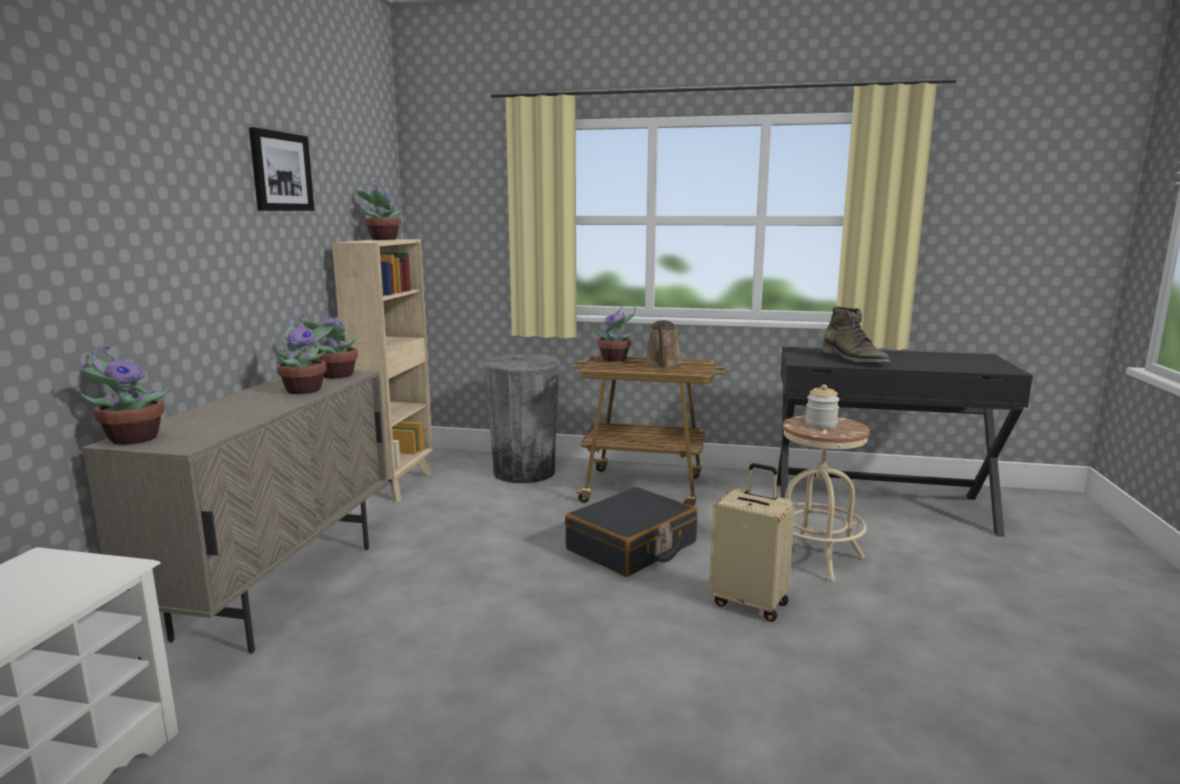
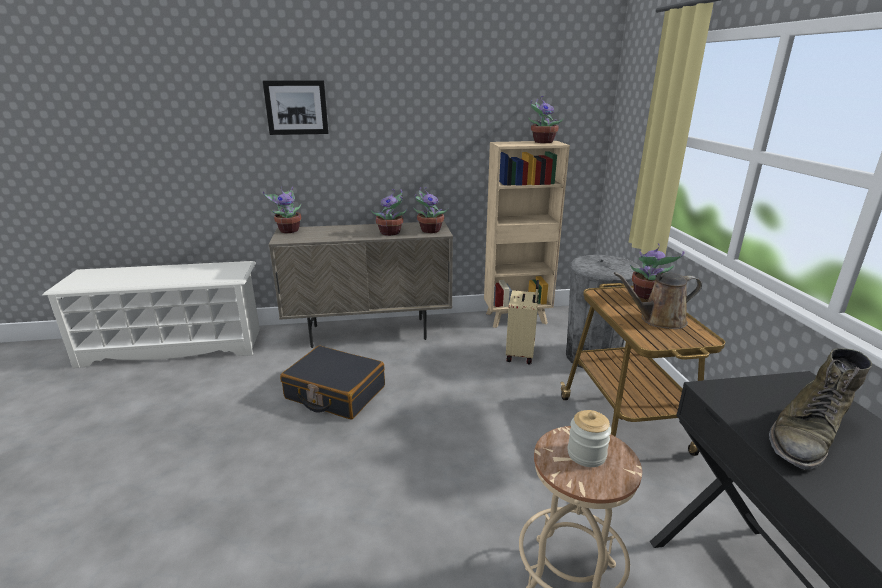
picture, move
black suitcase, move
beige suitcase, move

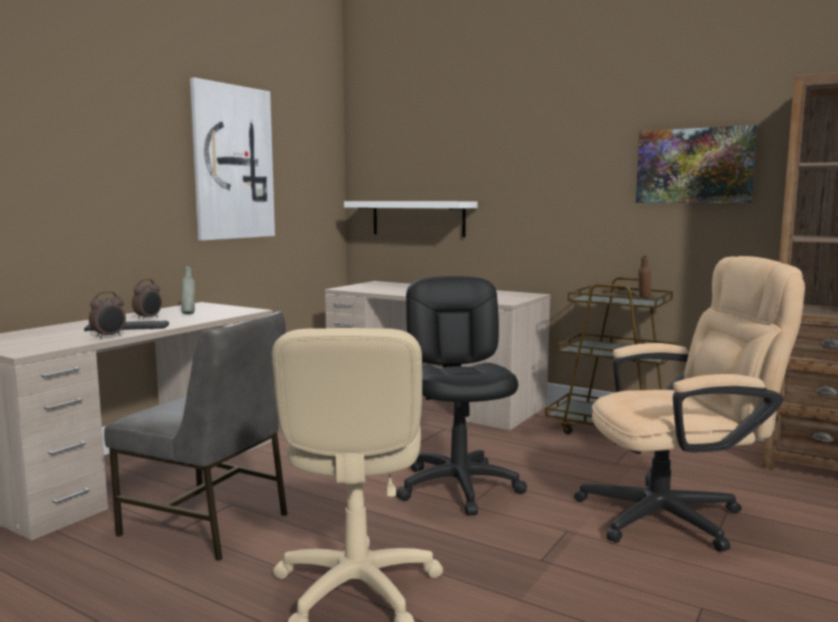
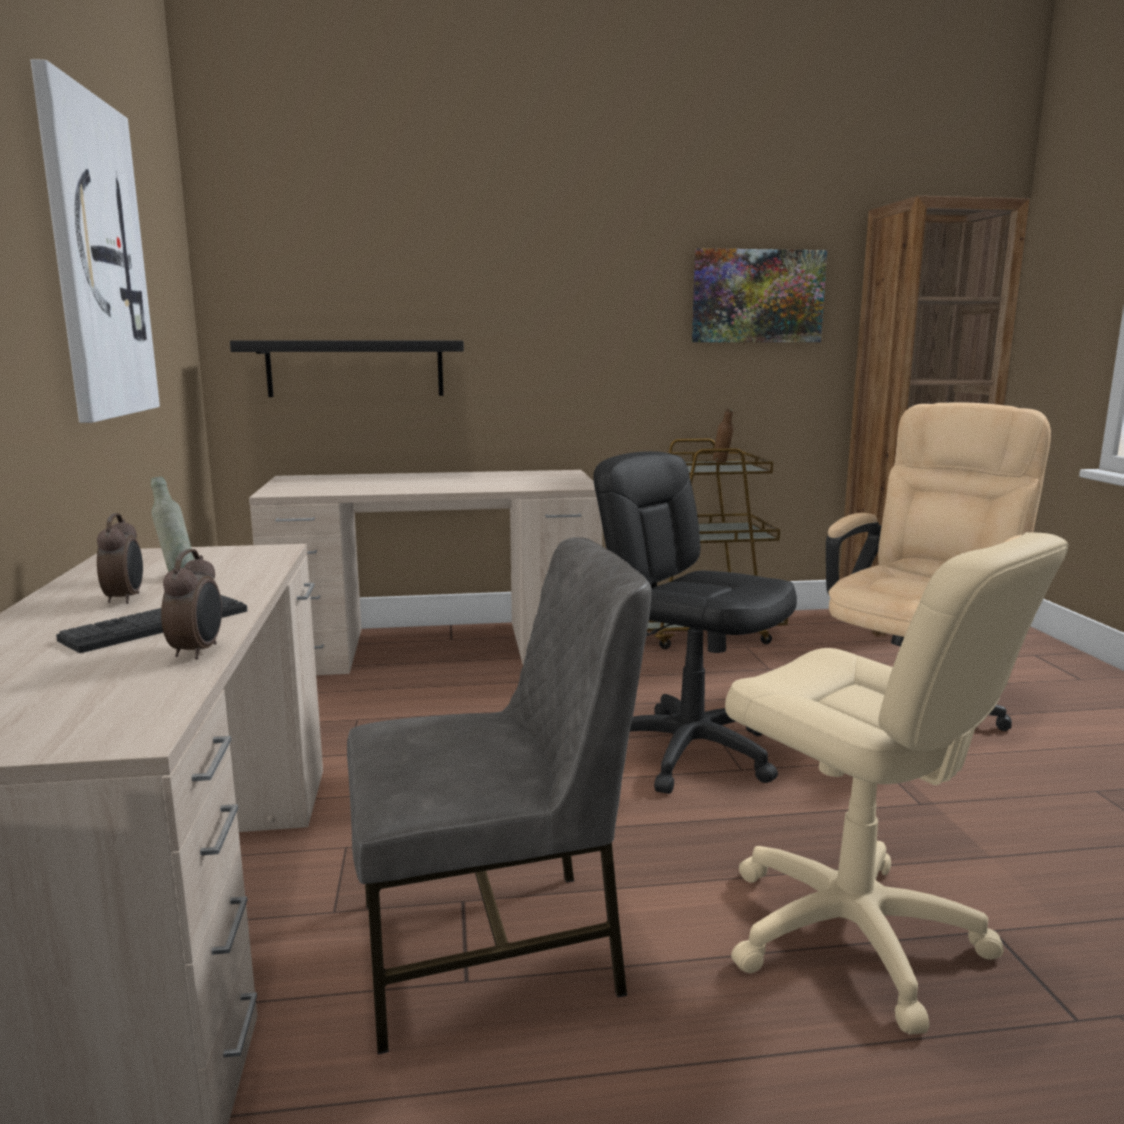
white shelf -> black shelf

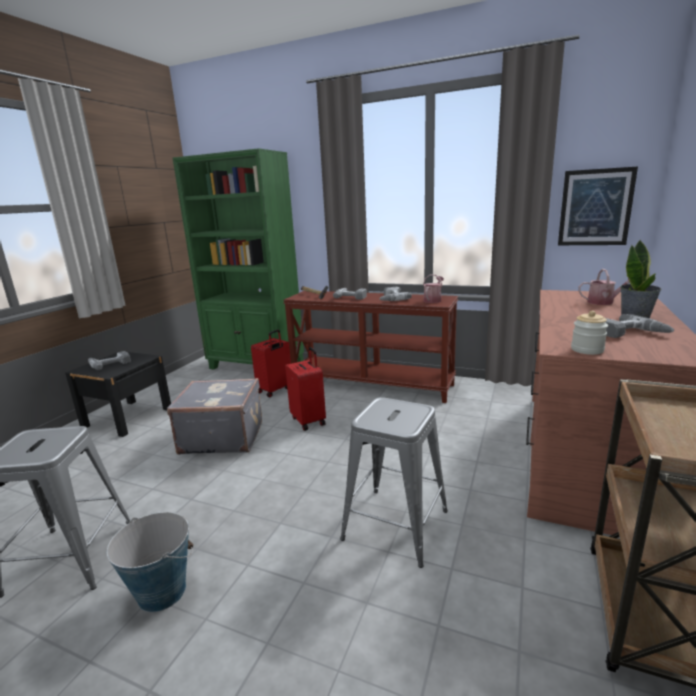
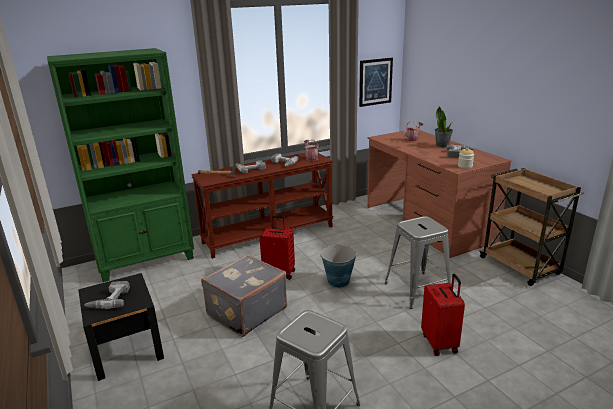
bucket, move
red suitcase (1st from left in the first image) -> red suitcase (2nd from left), move

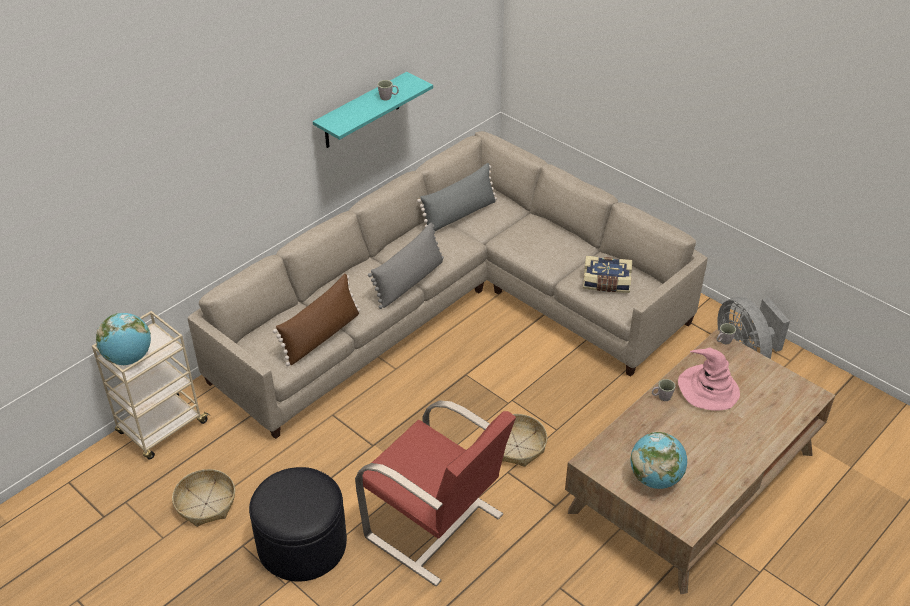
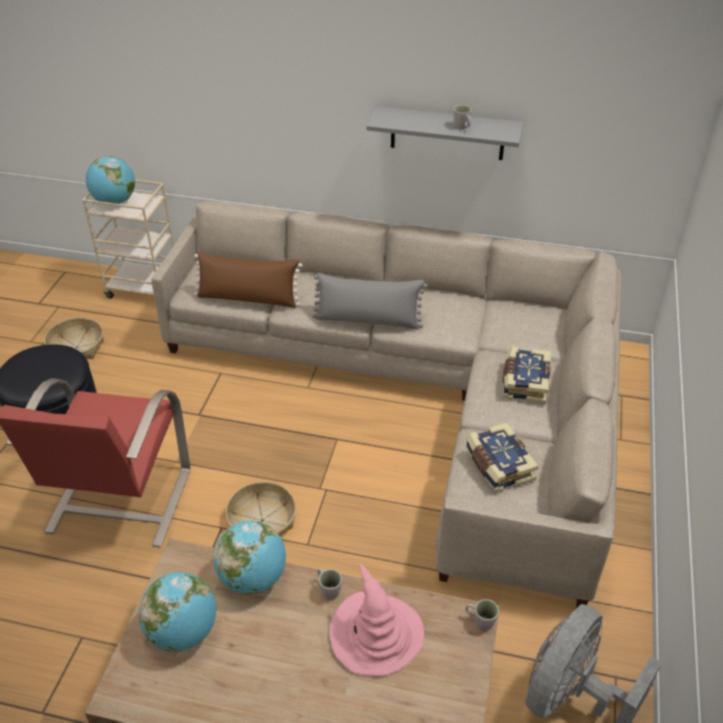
none -> globe (3rd from left)
turquoise shelf -> grey shelf
none -> book (2nd from left)
grey pillow (2nd from left) -> none

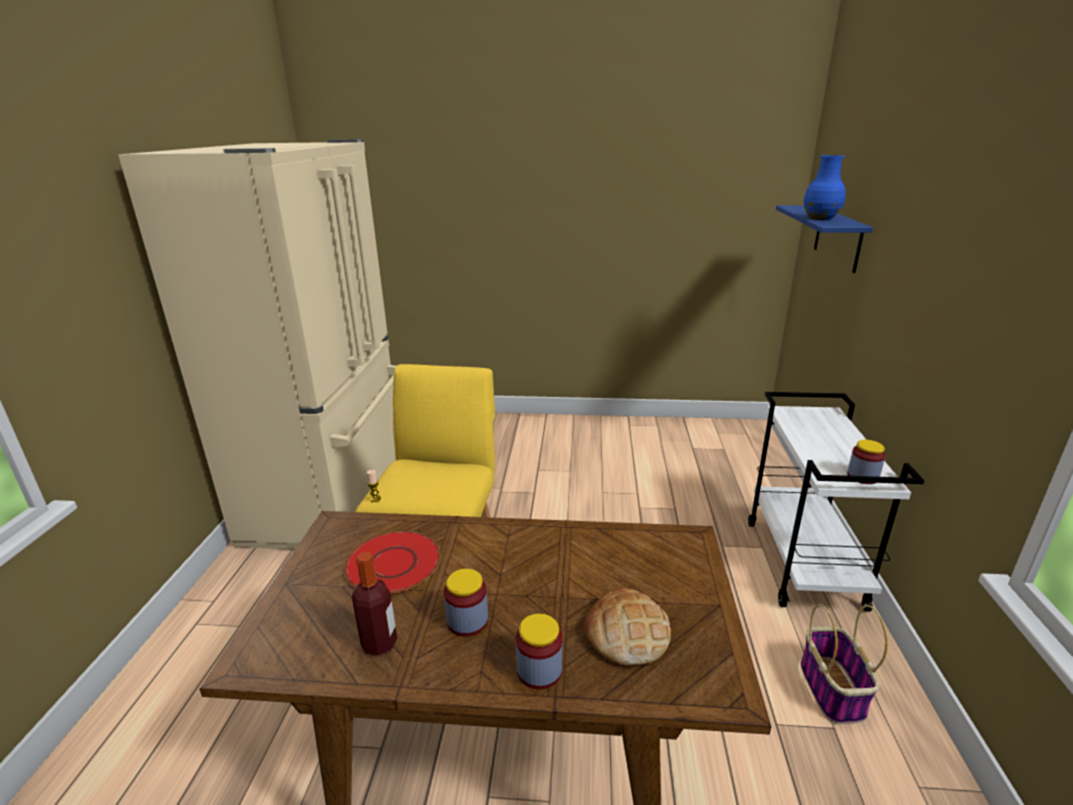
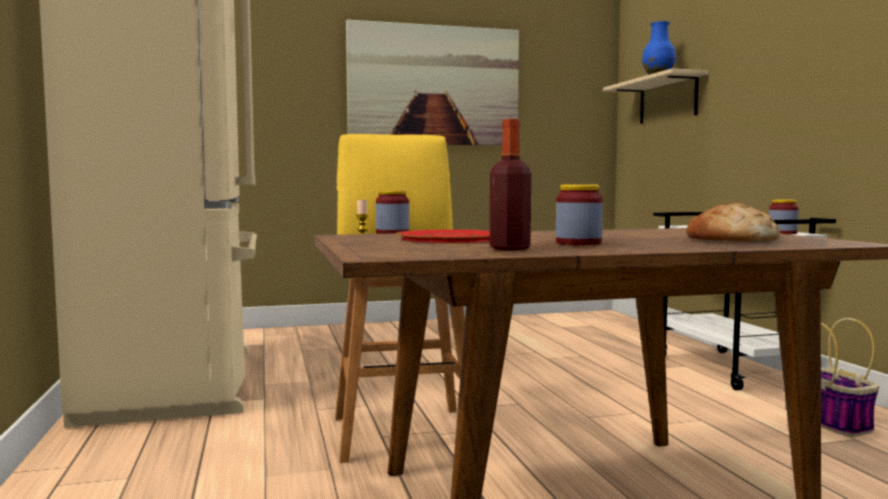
none -> picture
jar (2nd from left in the first image) -> jar (1st from left), move
blue shelf -> beige shelf

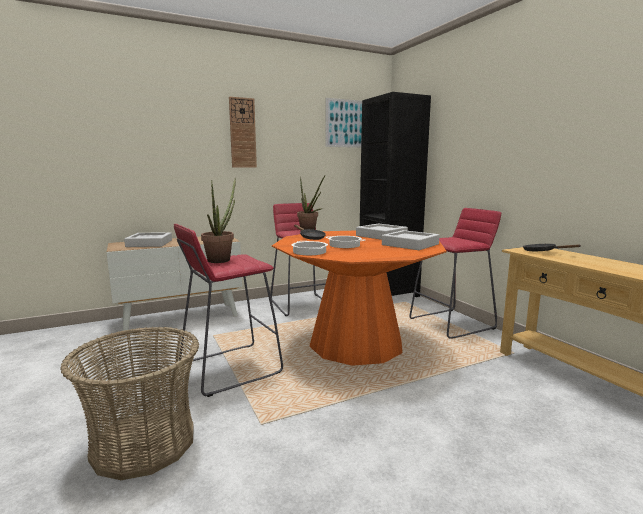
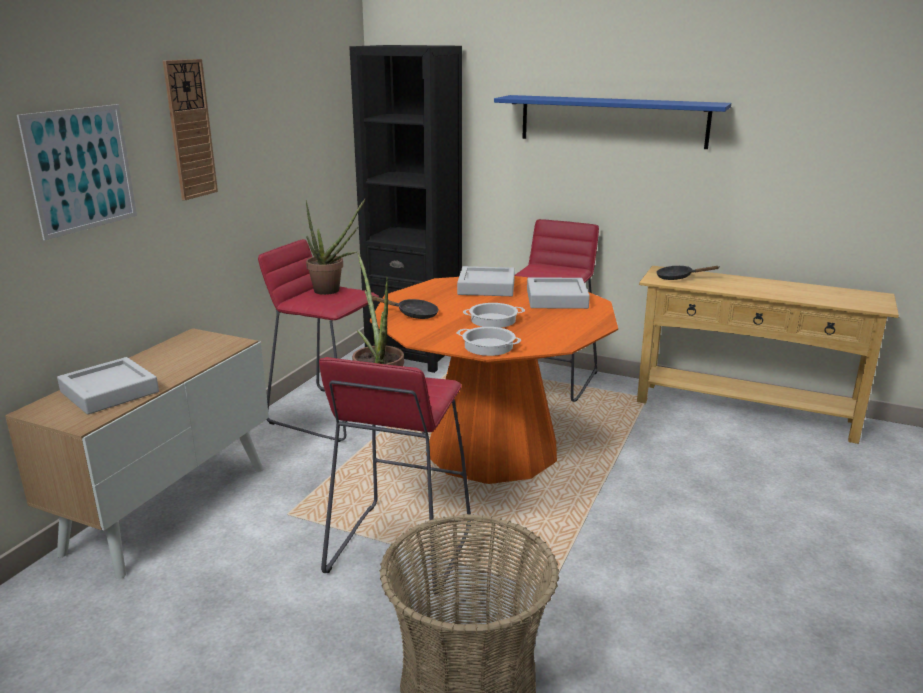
picture, move
none -> blue shelf

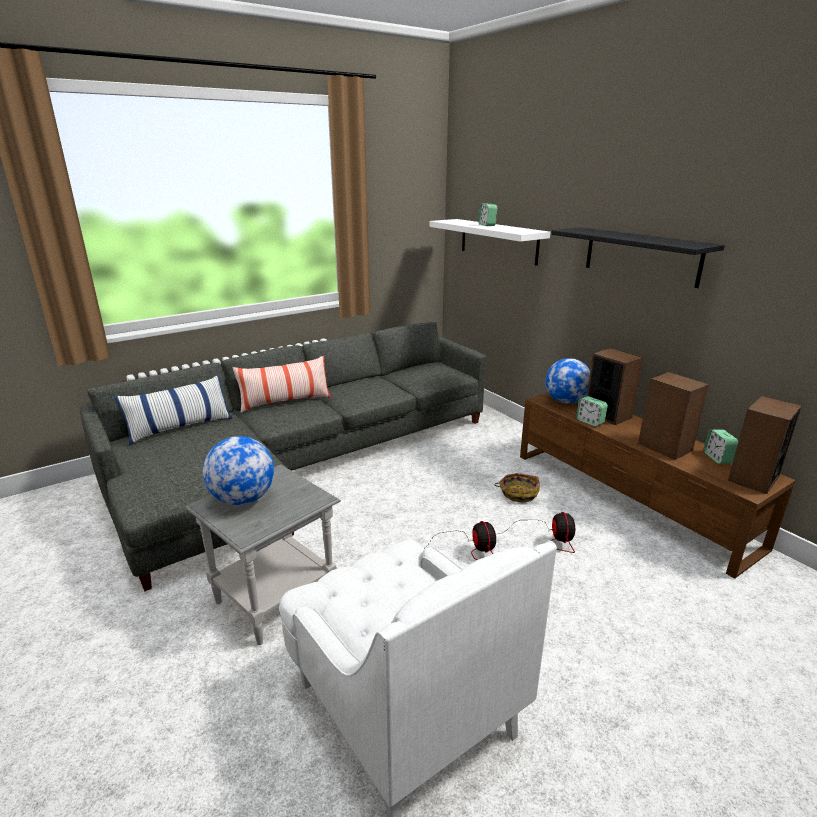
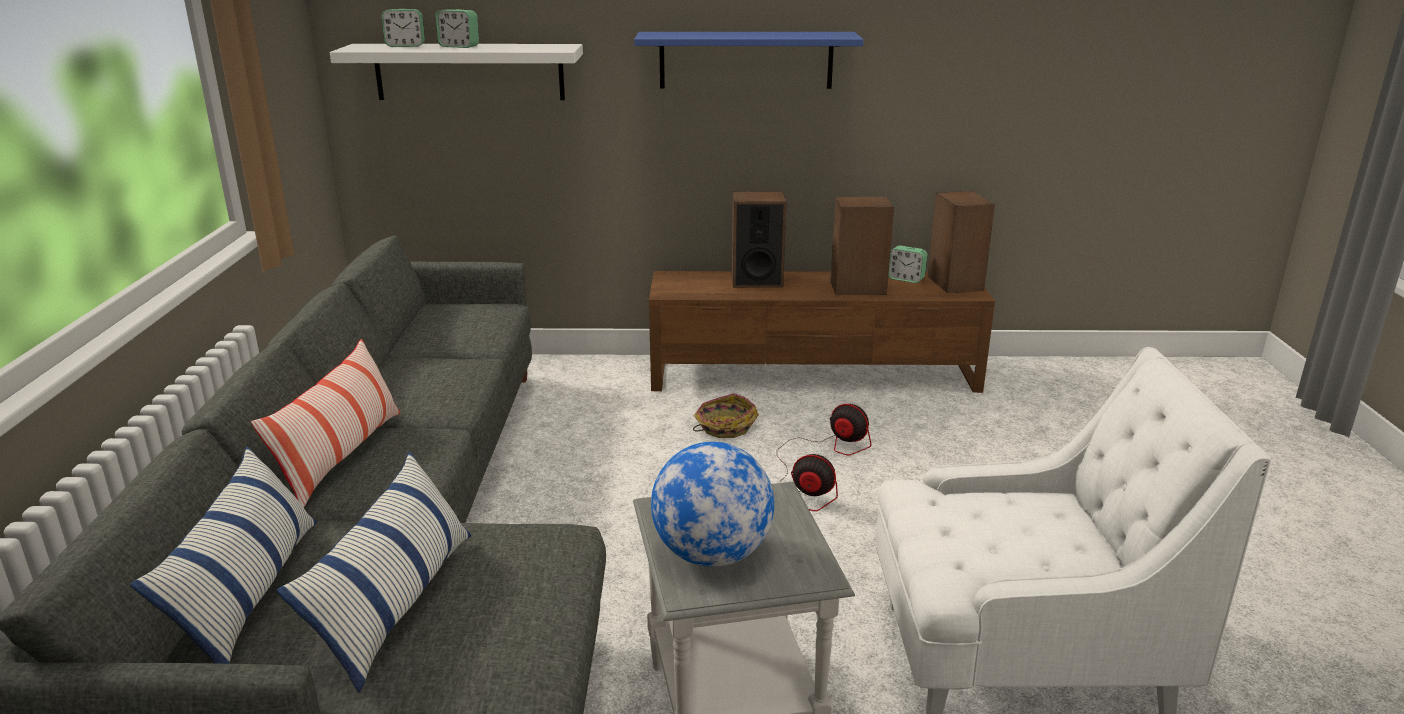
none -> pillow (3rd from left)
alarm clock (2nd from left in the first image) -> alarm clock (1st from left), move
black shelf -> blue shelf
globe (2nd from left) -> none

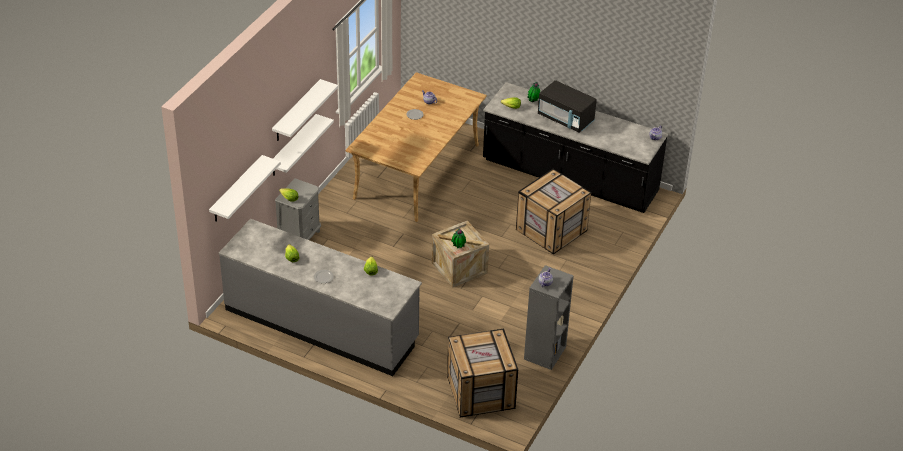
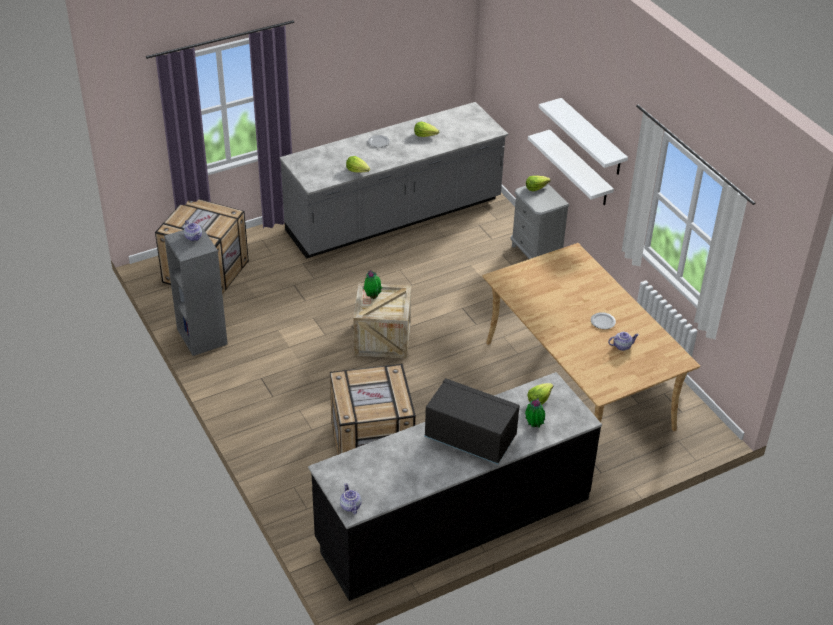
black microwave, 45 degrees clockwise
white shelf (1st from left) -> none

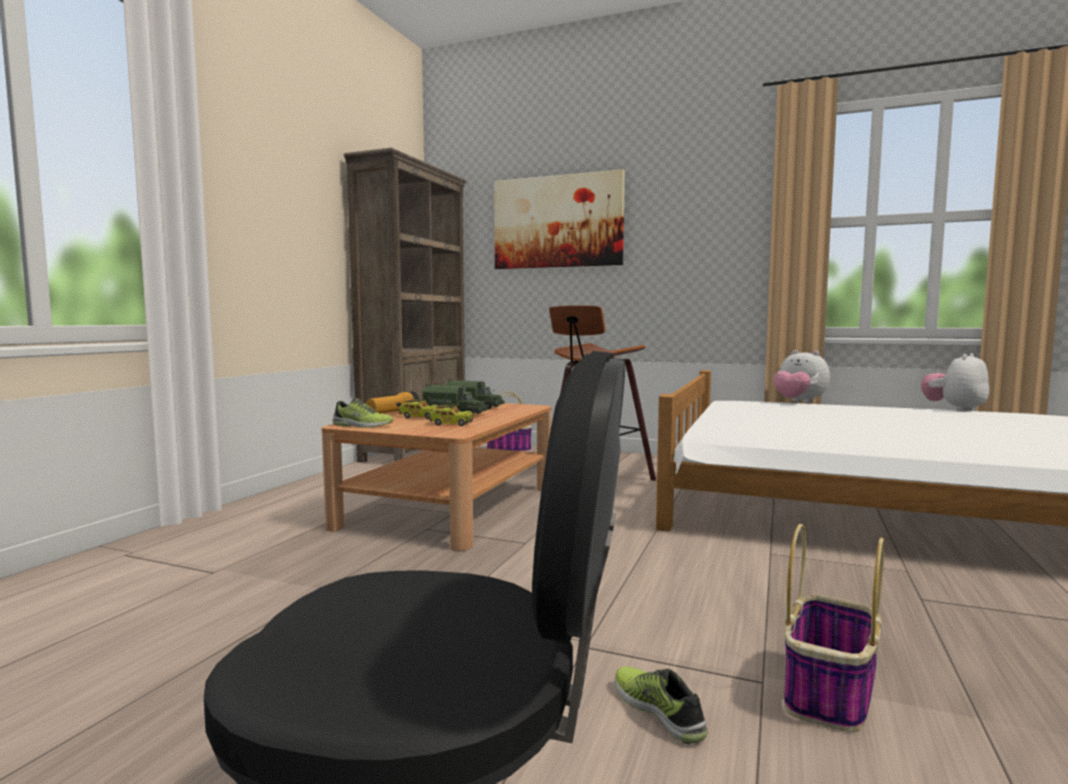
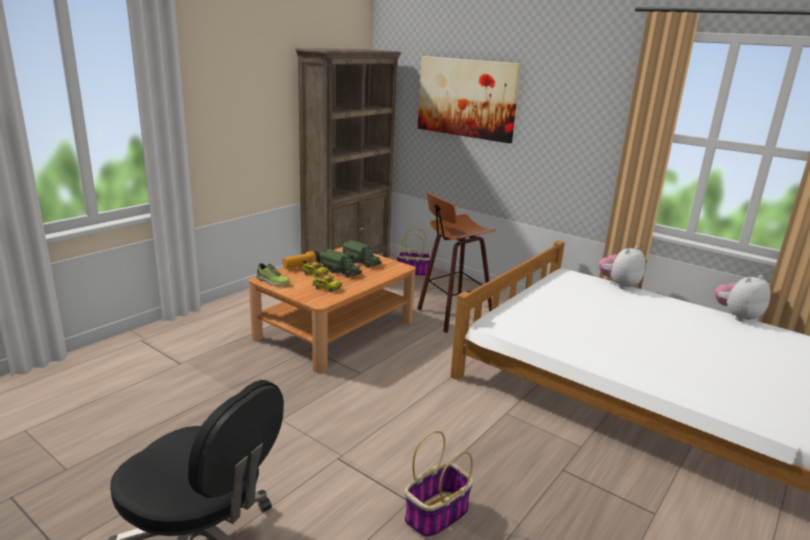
plush toy (1st from left), 75 degrees clockwise
shoe (2nd from left) -> none

